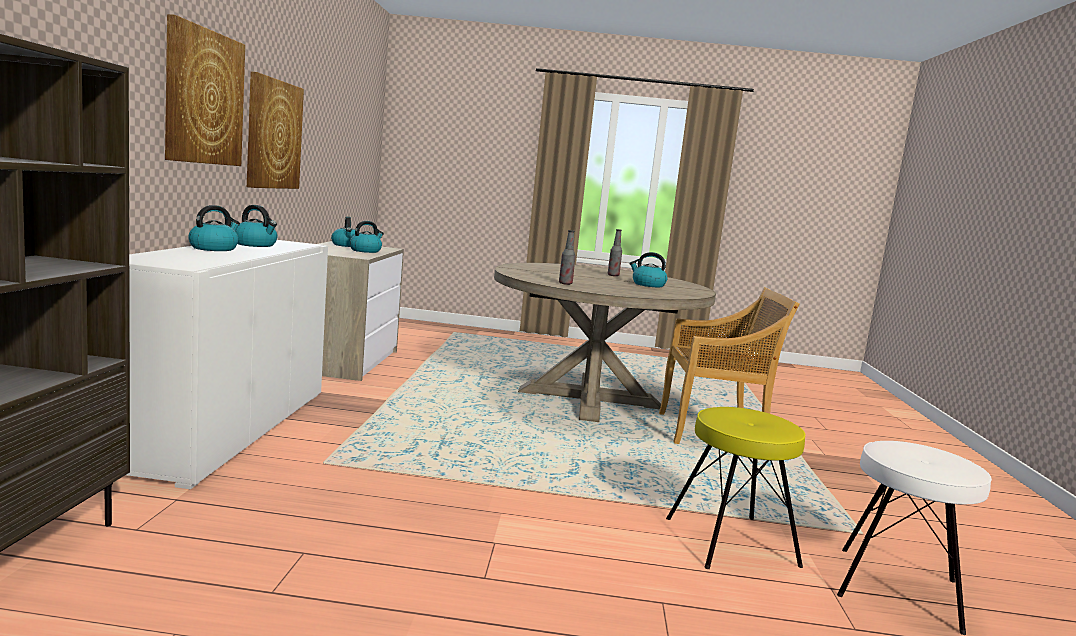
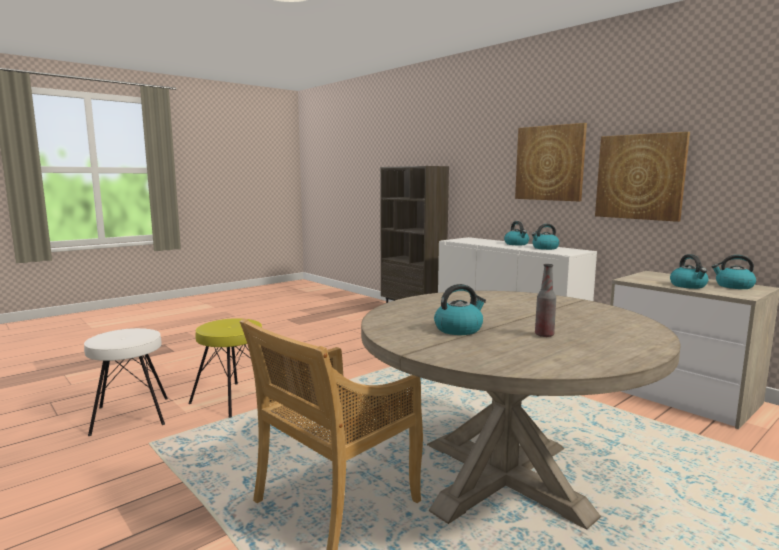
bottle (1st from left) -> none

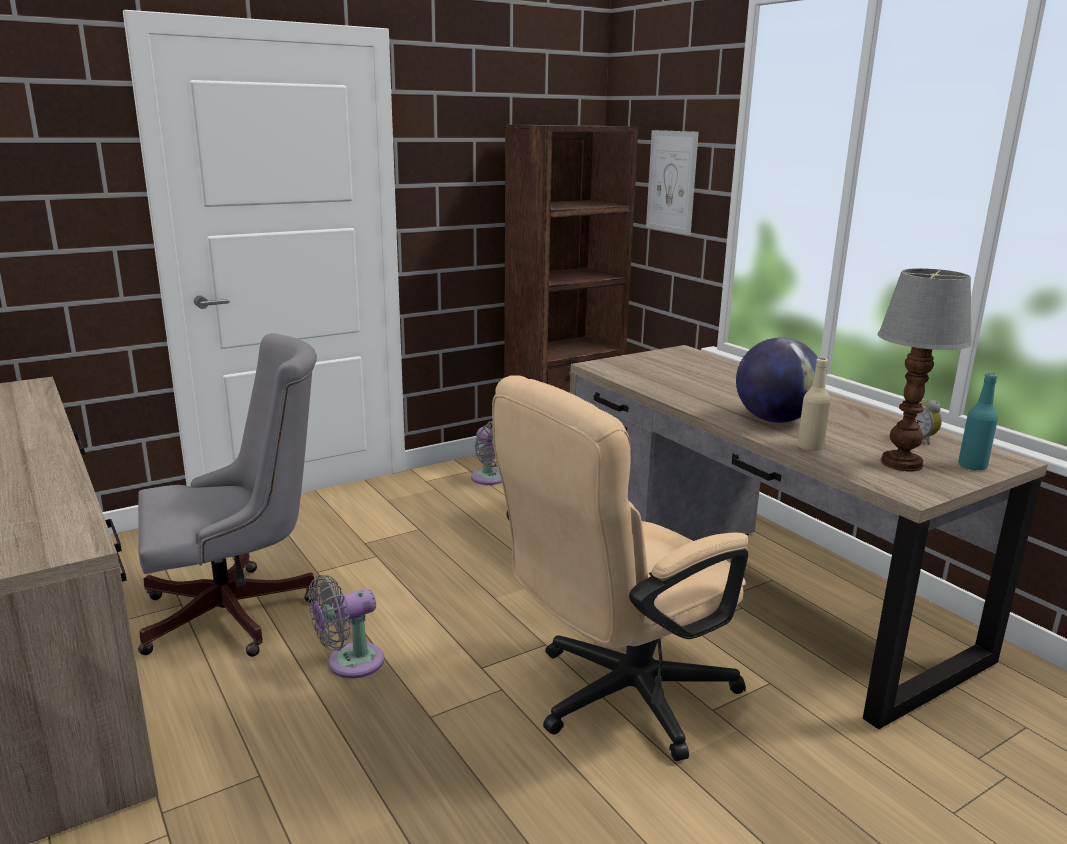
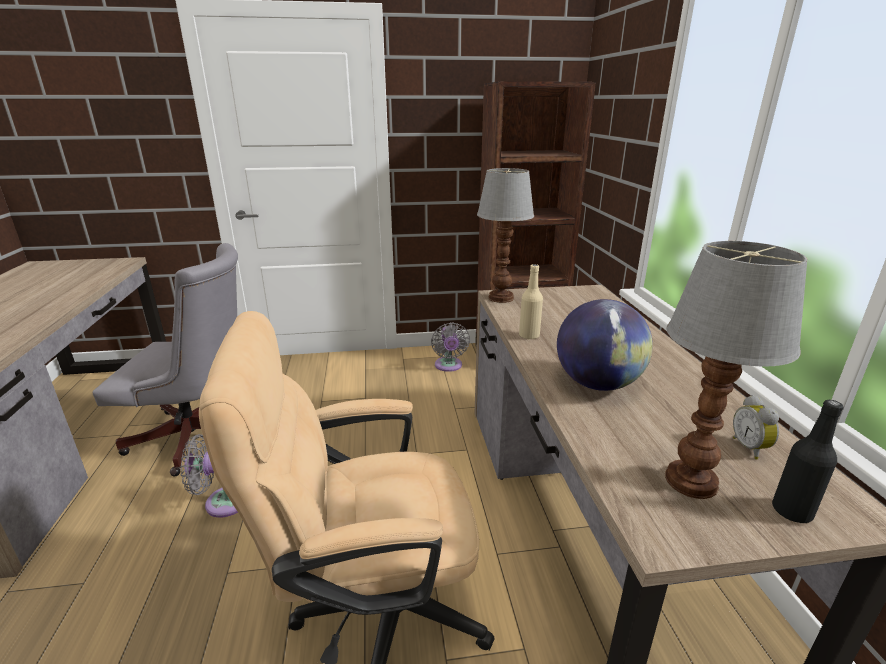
none -> table lamp (1st from left)
beige bottle, move
turquoise bottle -> black bottle
picture -> none

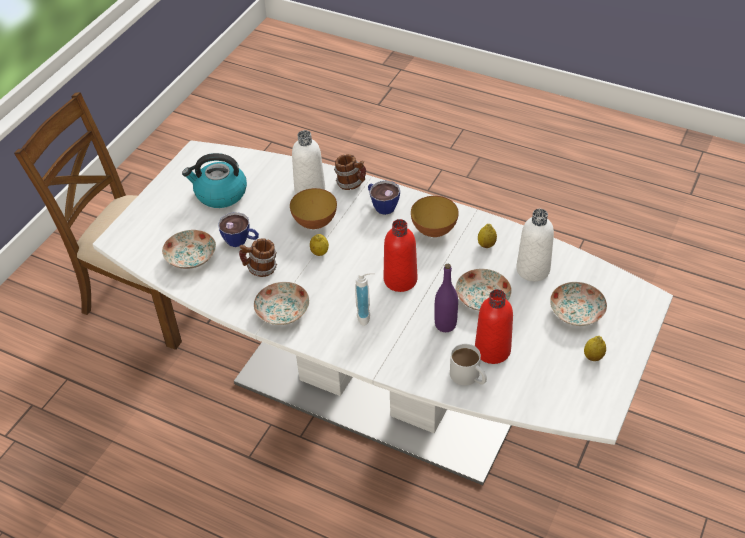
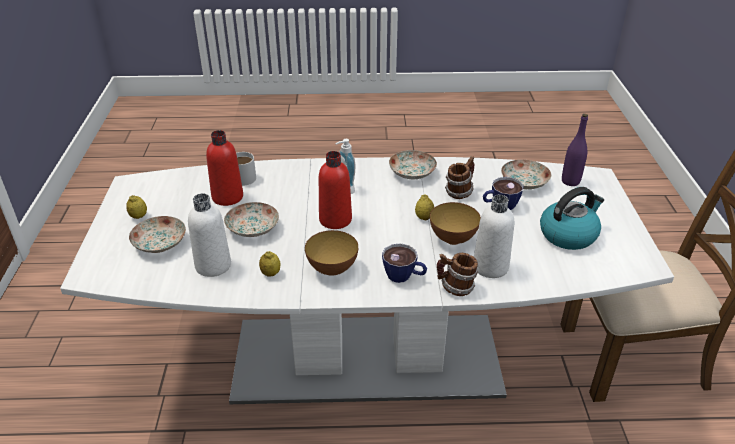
purple bottle, move

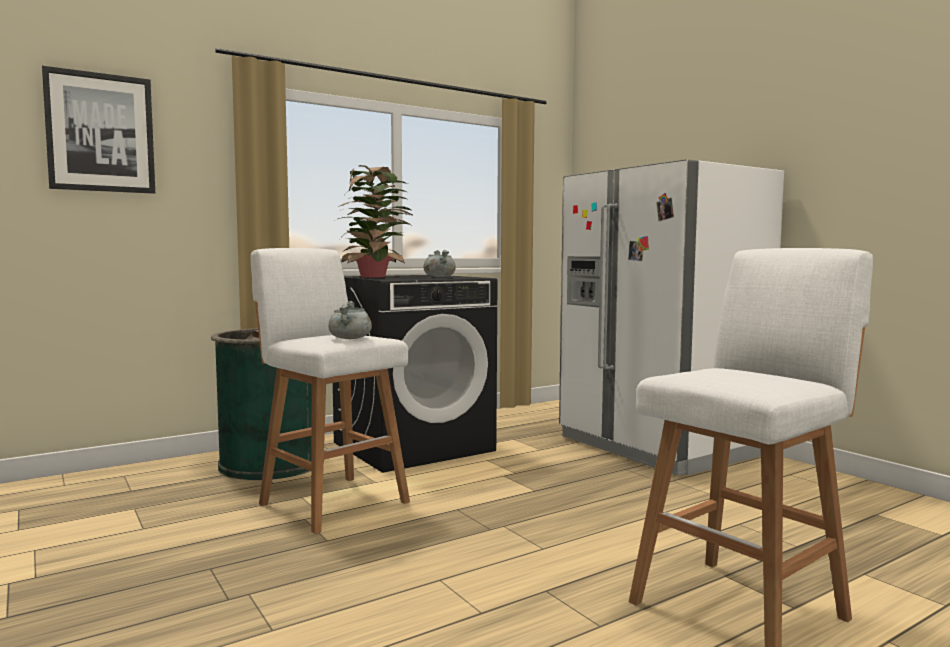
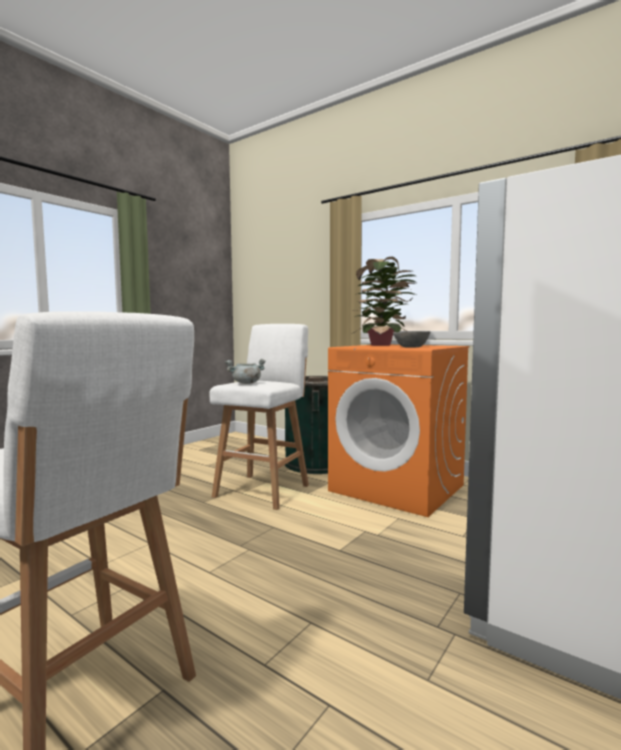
black washing machine -> orange washing machine
grey cooking pot (2nd from left) -> grey bowl
picture -> none

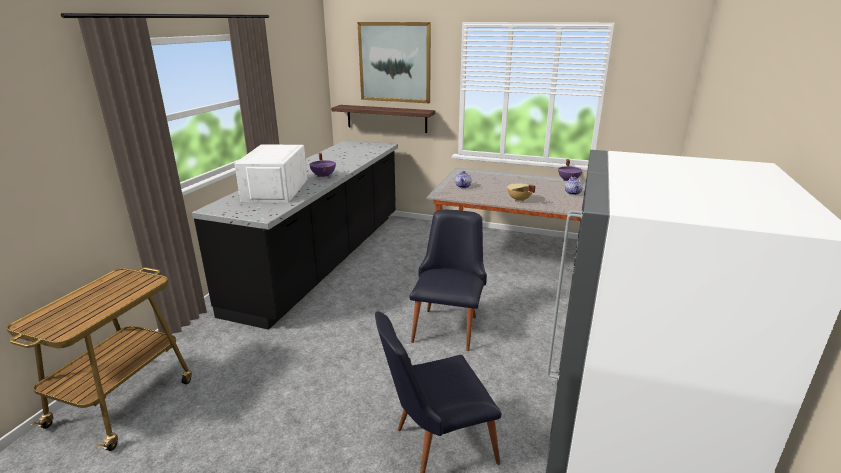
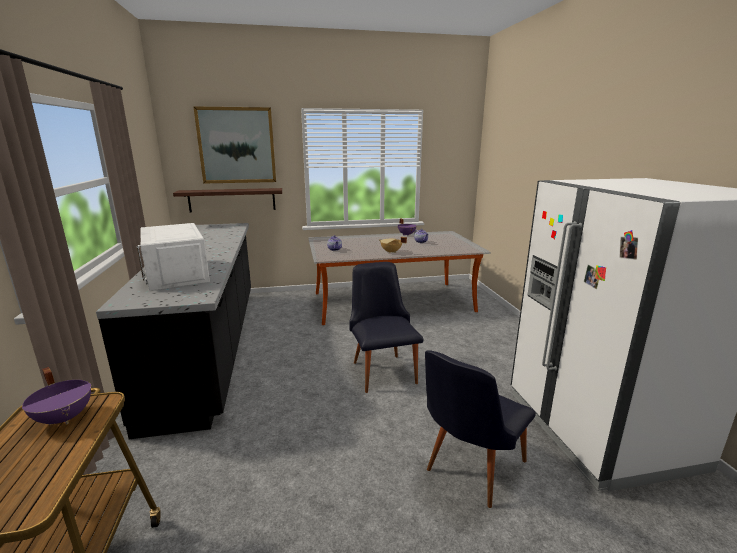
purple cooking pot (1st from left), move

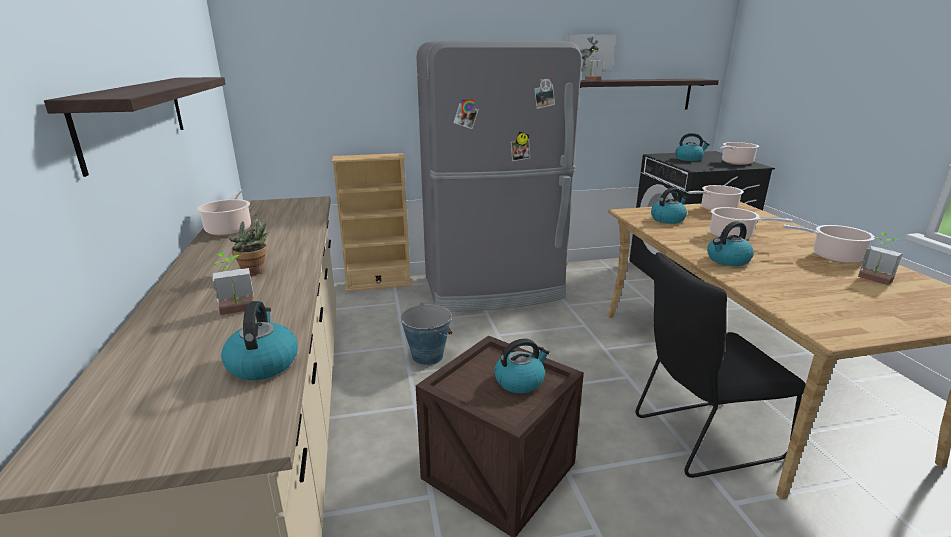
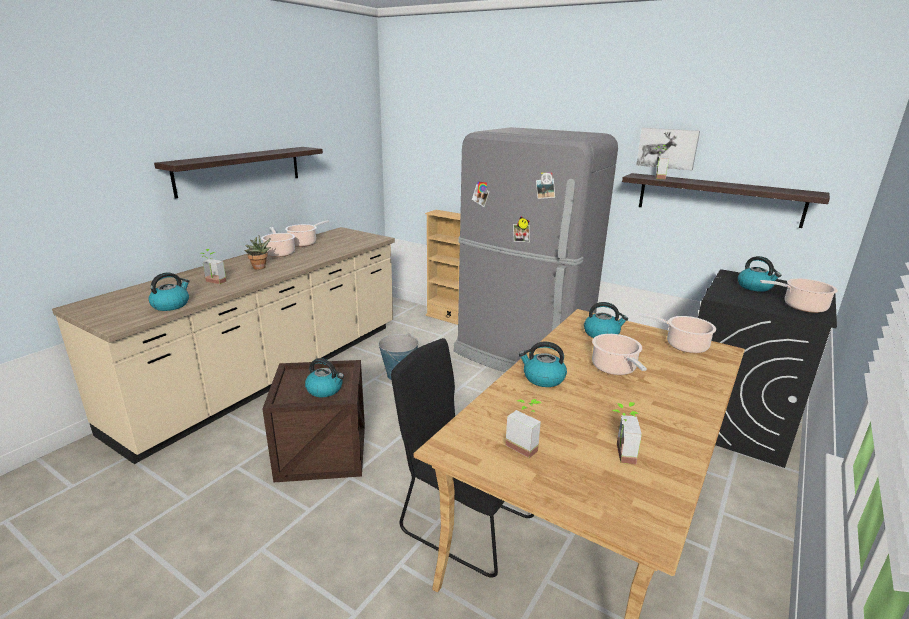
cooking pot (5th from left in the first image) -> cooking pot (1st from left), move
none -> potted plant (3rd from left)

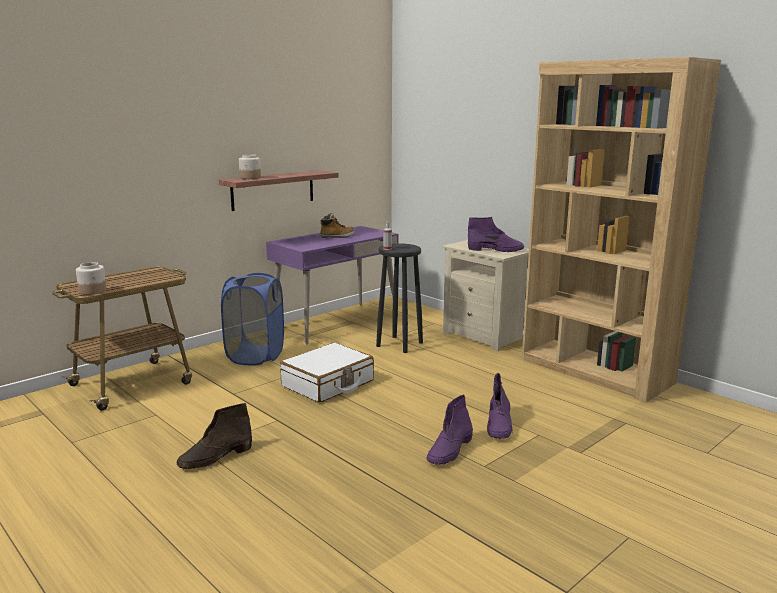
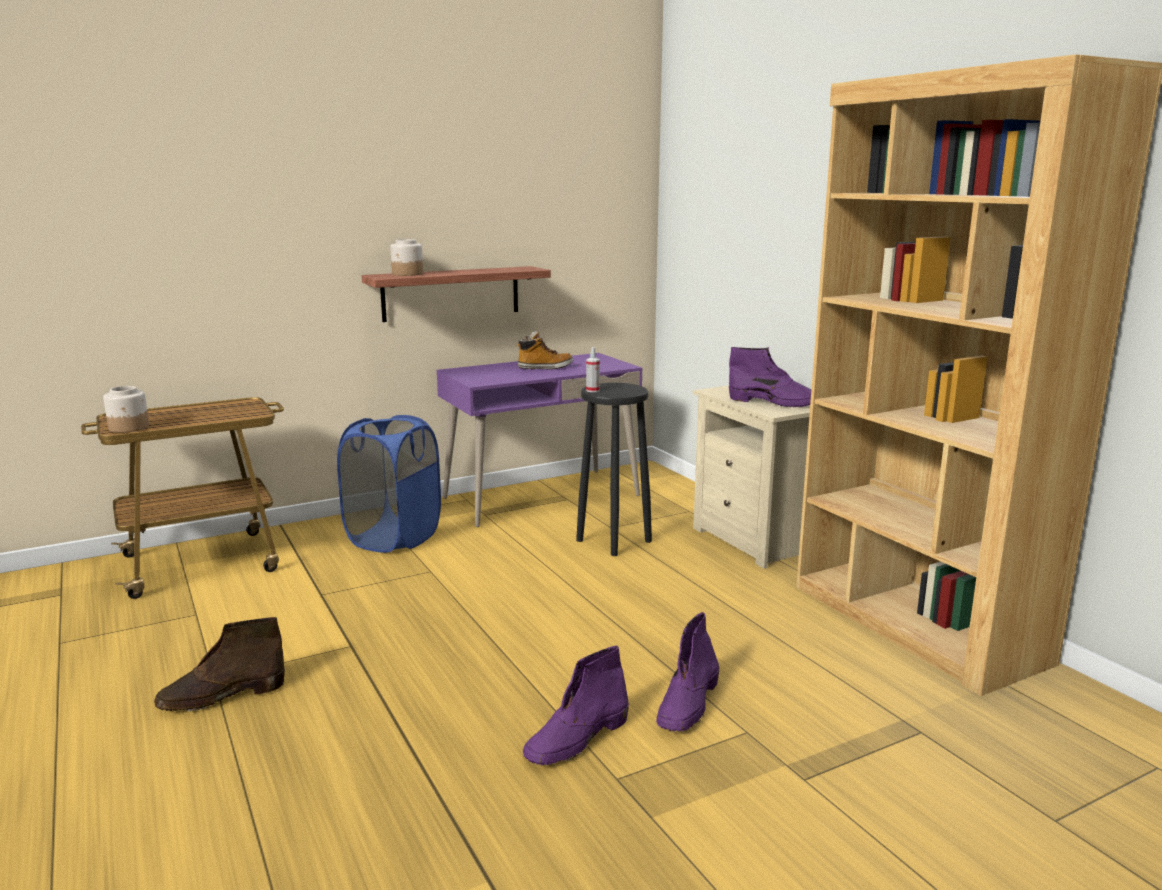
white suitcase -> none

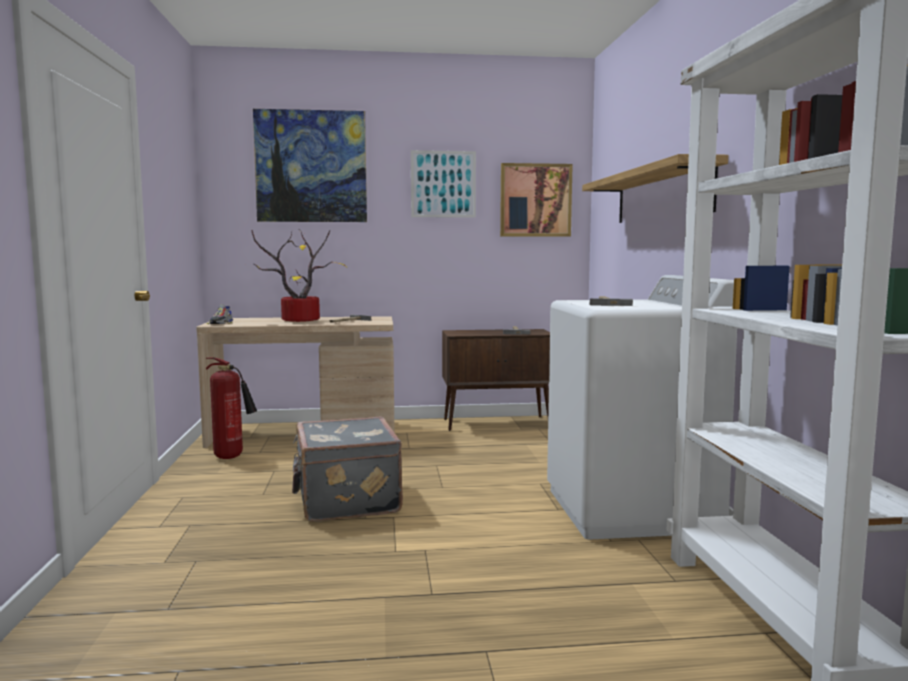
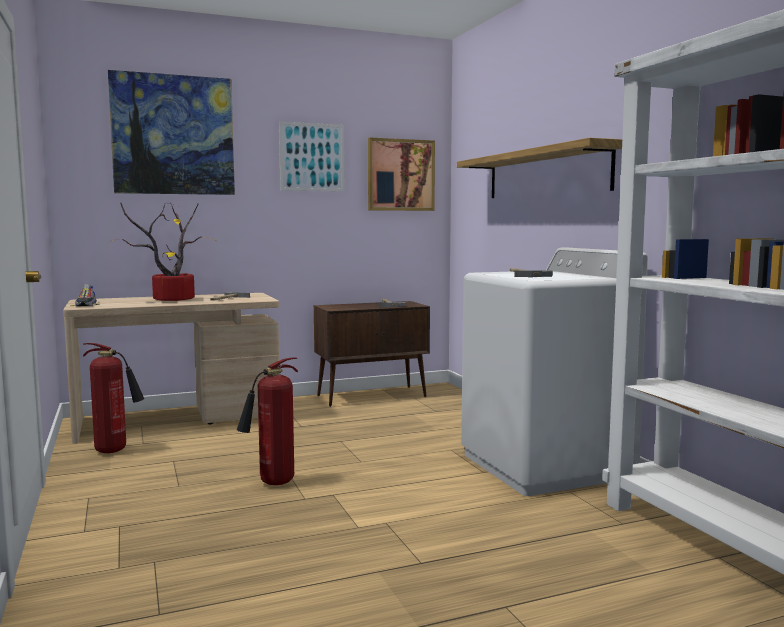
grey suitcase -> fire extinguisher (2nd from left)

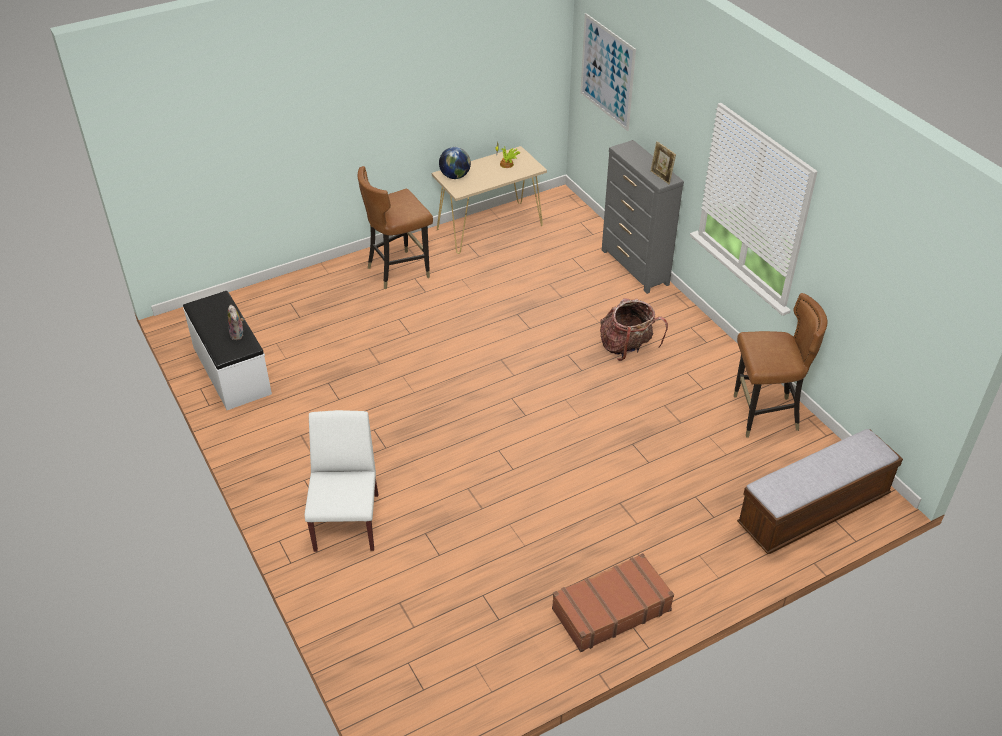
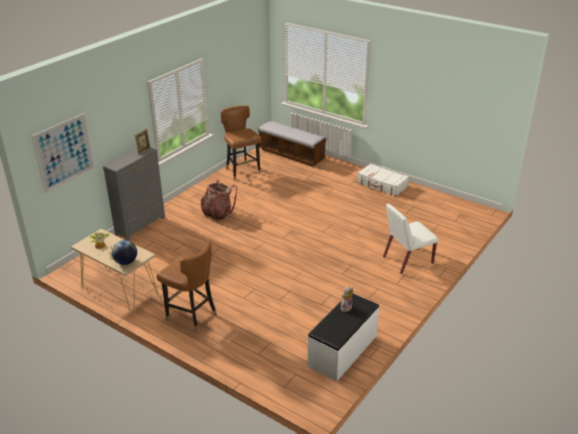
brown suitcase -> white suitcase

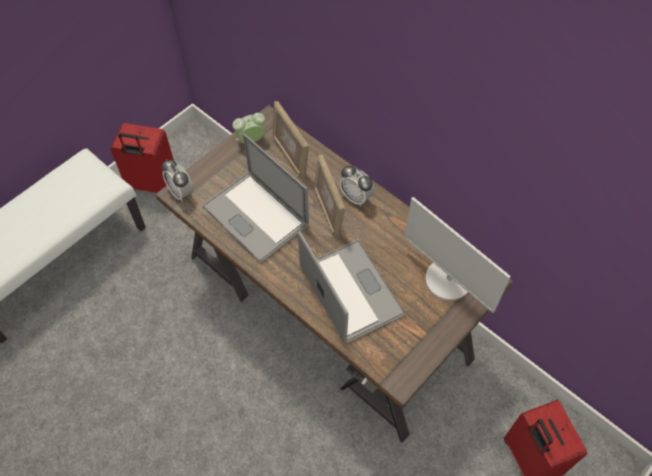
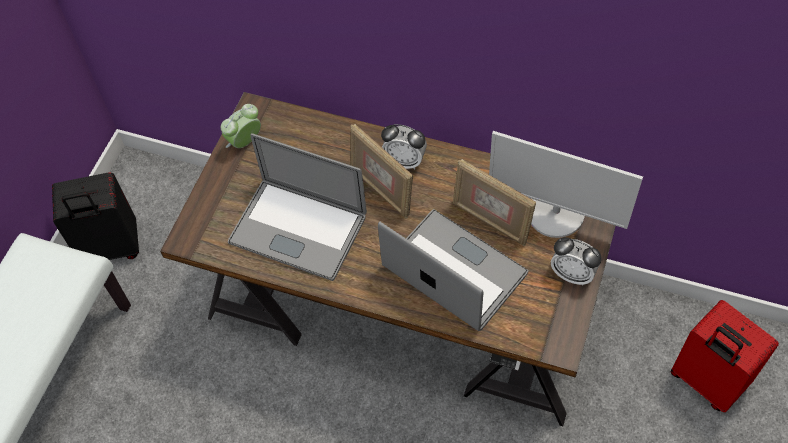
red suitcase (1st from left) -> black suitcase
picture frame (1st from left in the first image) -> picture frame (2nd from left), move
alarm clock (1st from left in the first image) -> alarm clock (3rd from left), move

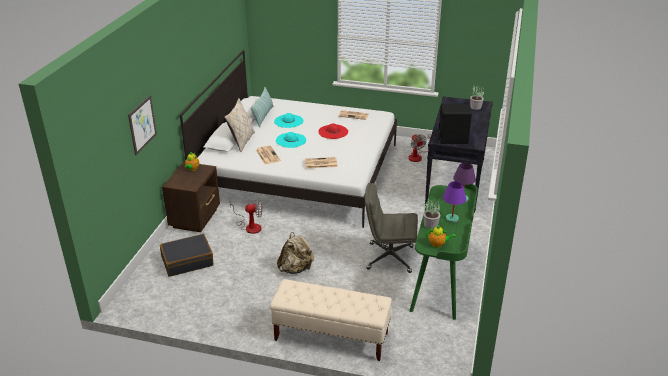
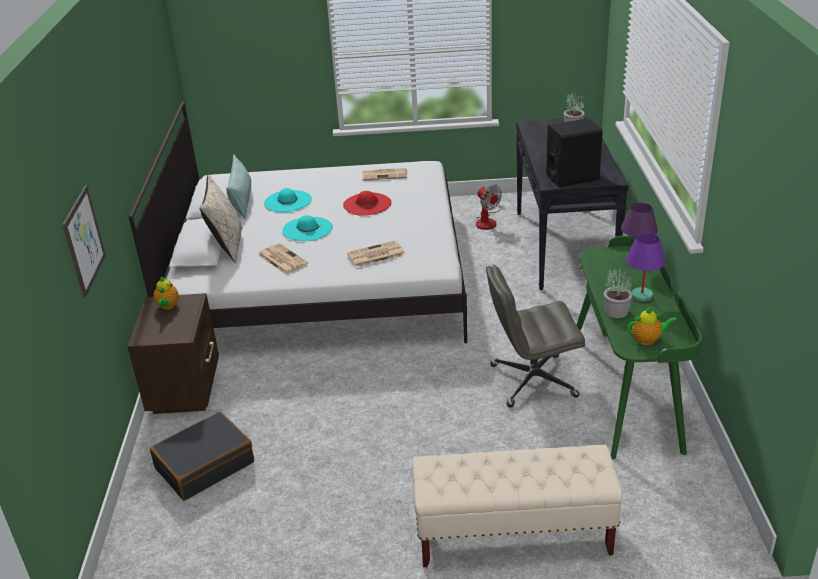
fan (1st from left) -> none
beige backpack -> none

